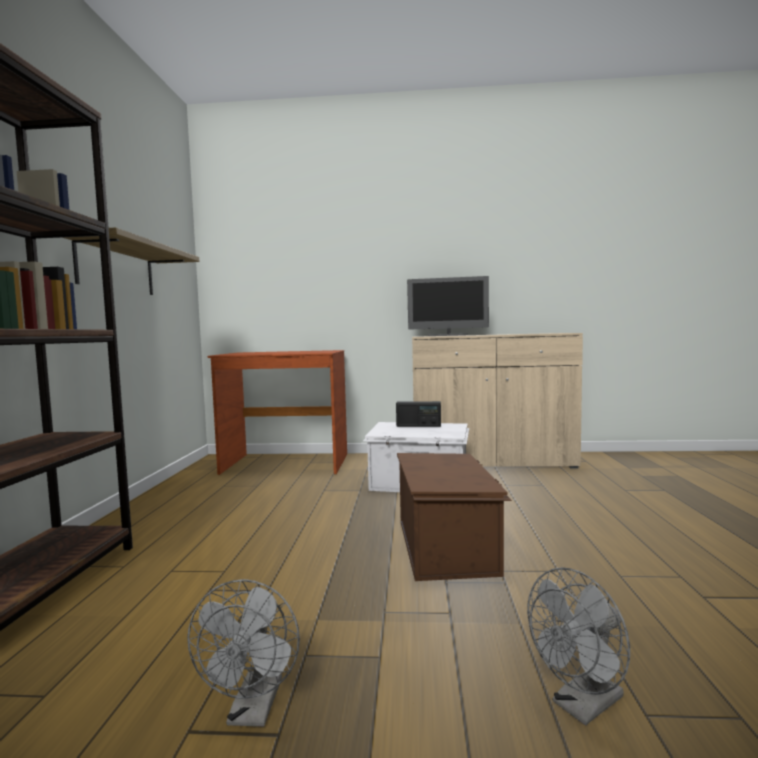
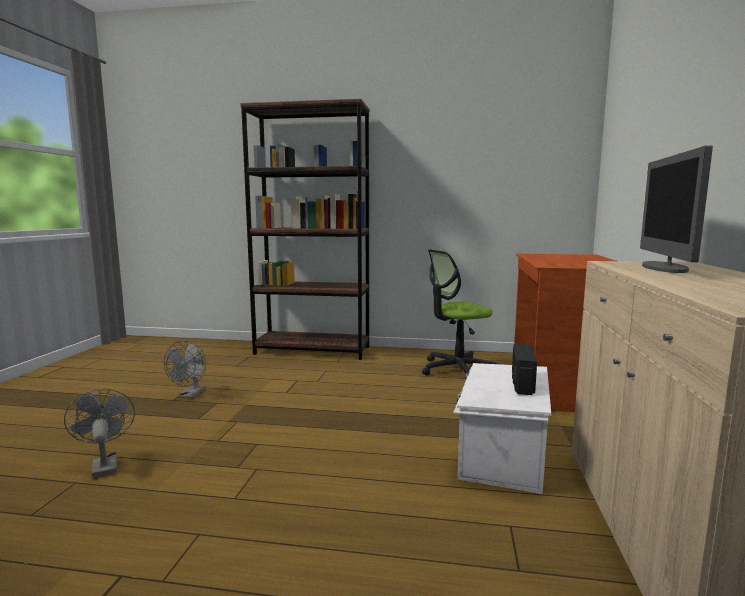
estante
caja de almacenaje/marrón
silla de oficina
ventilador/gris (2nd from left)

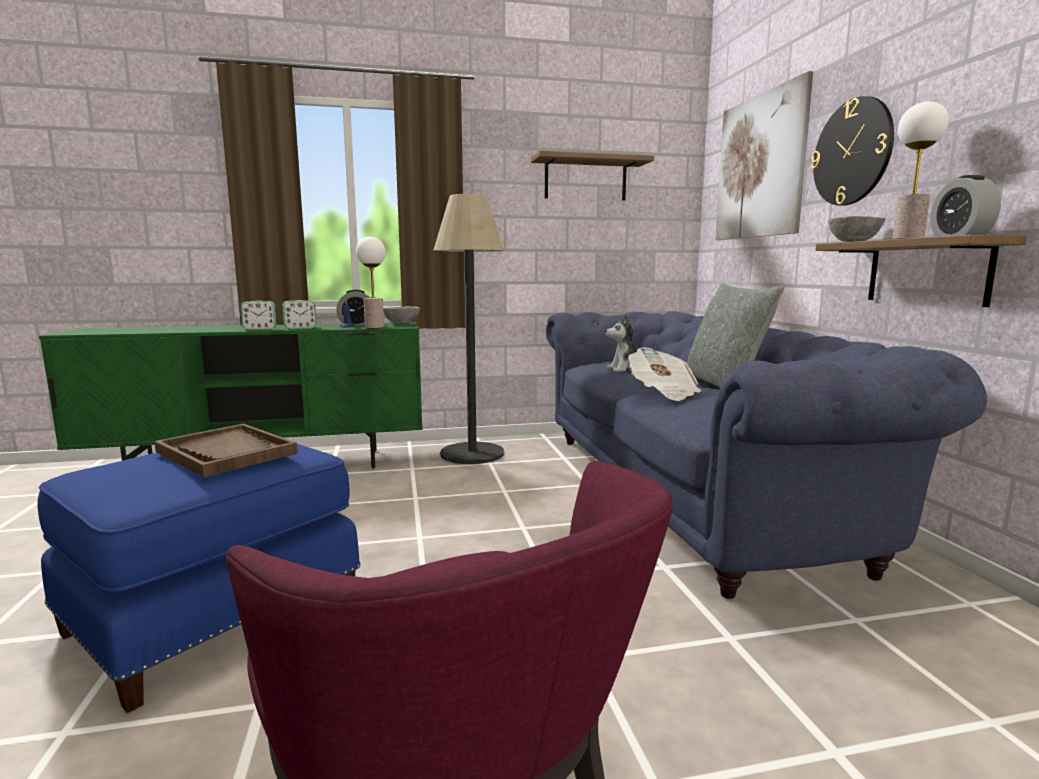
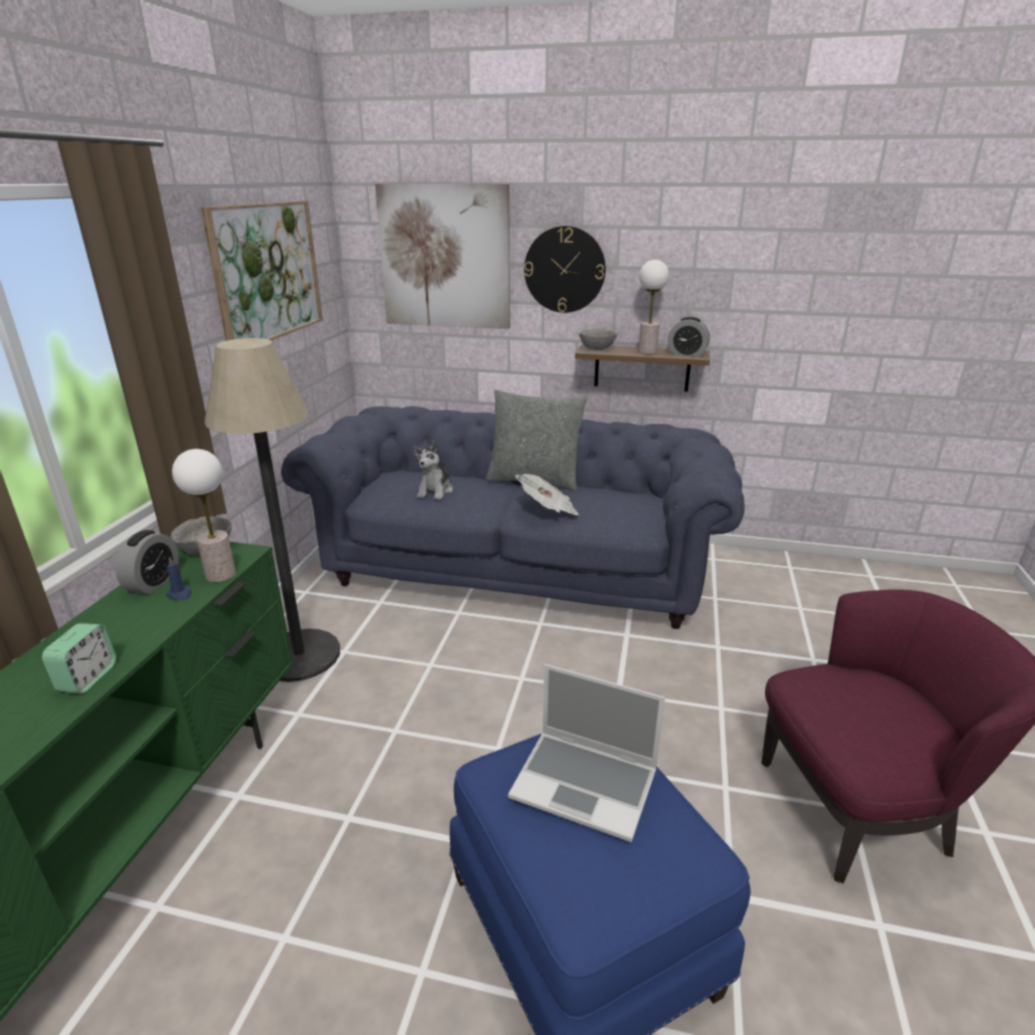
despertador (2nd from left in the first image)
portátil
cuadro (1st from left)

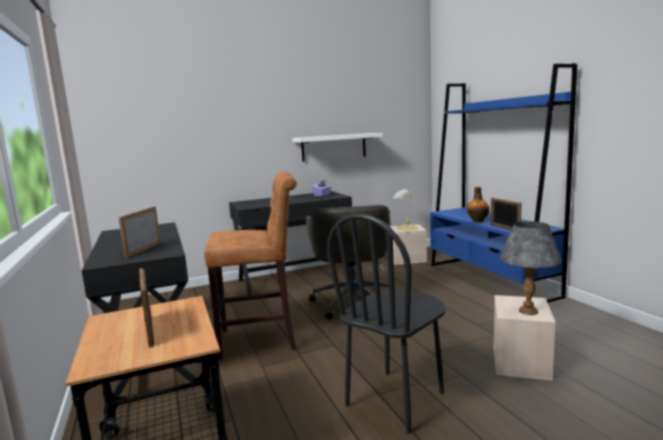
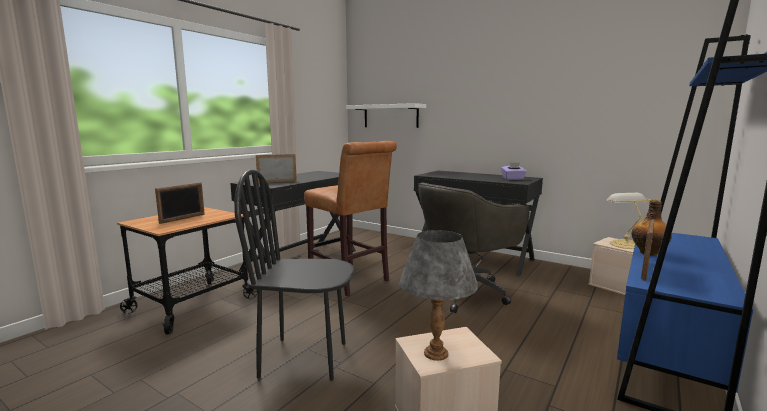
estante/blanco

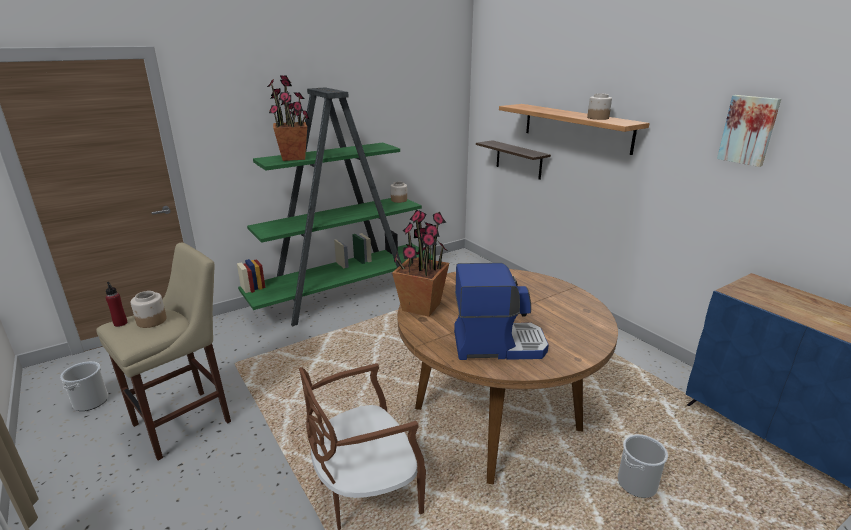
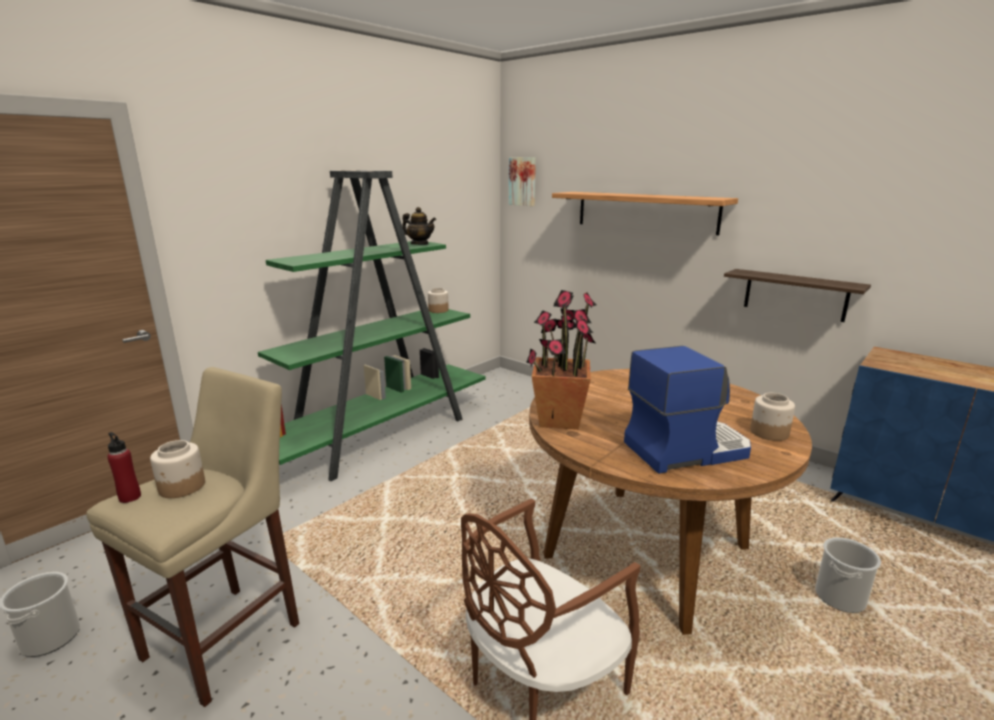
planta en maceta (1st from left in the first image)
tetera
estante (2nd from left)
tarro (3rd from left)
cuadro

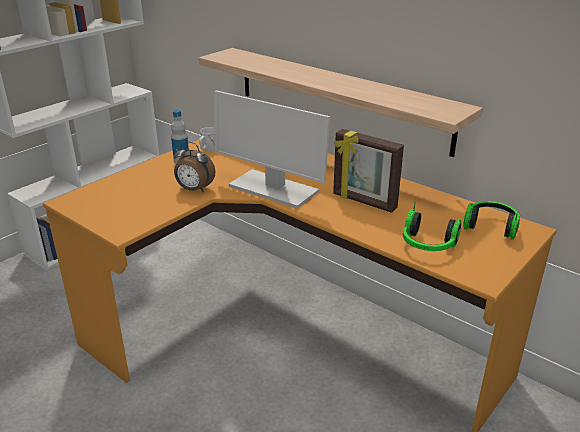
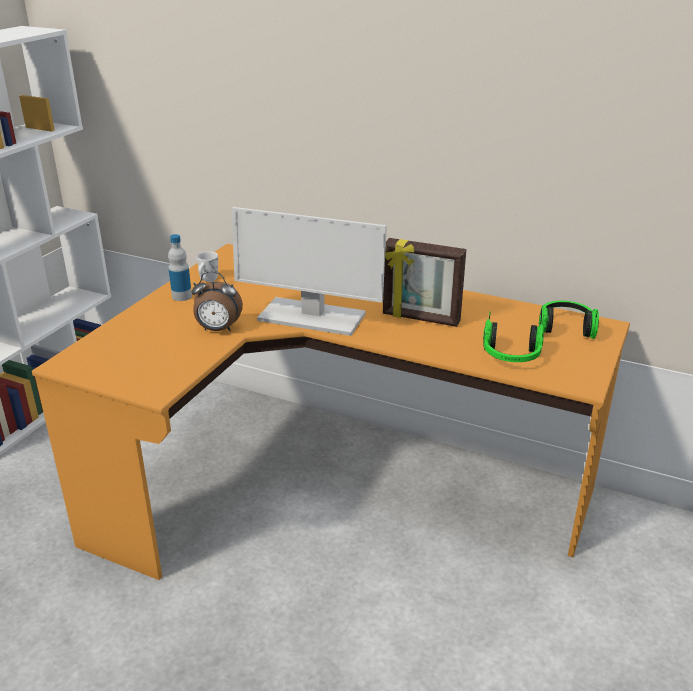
estante

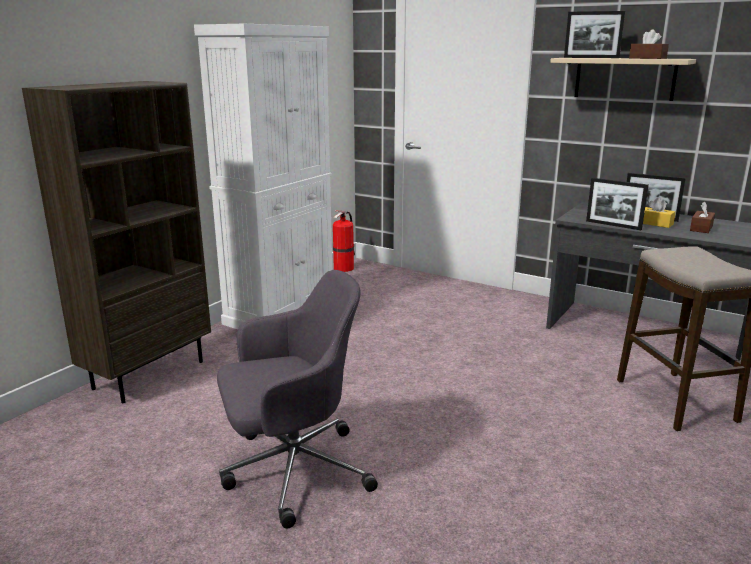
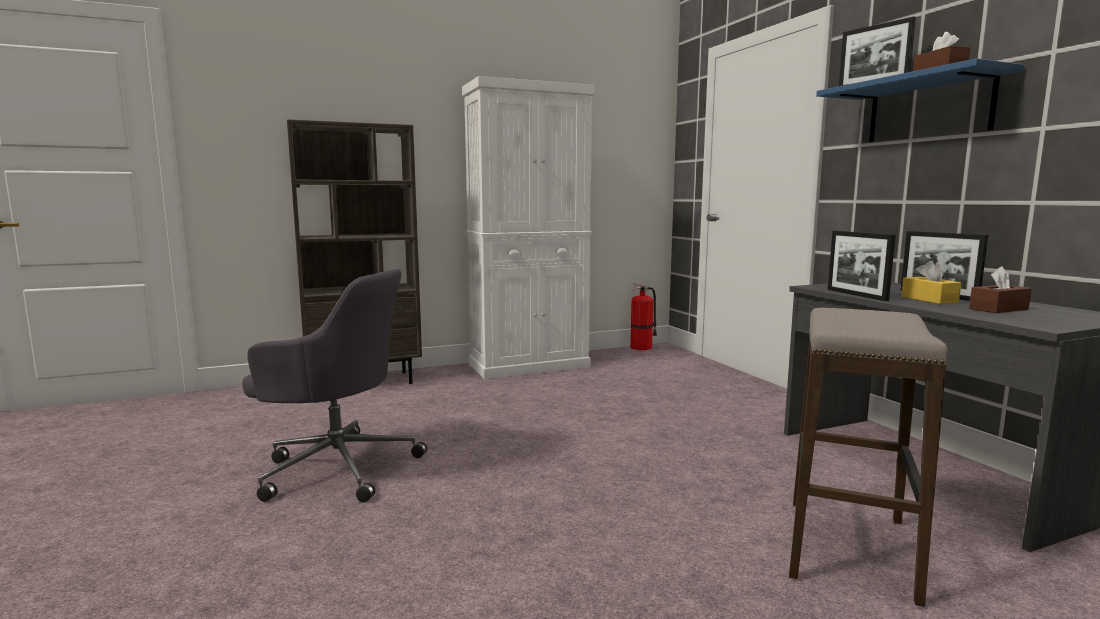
estante/azul

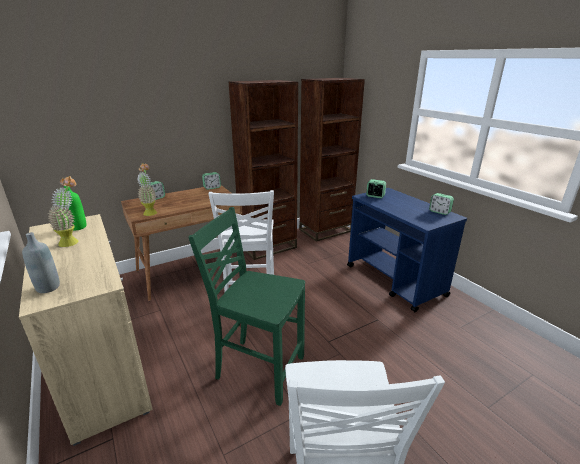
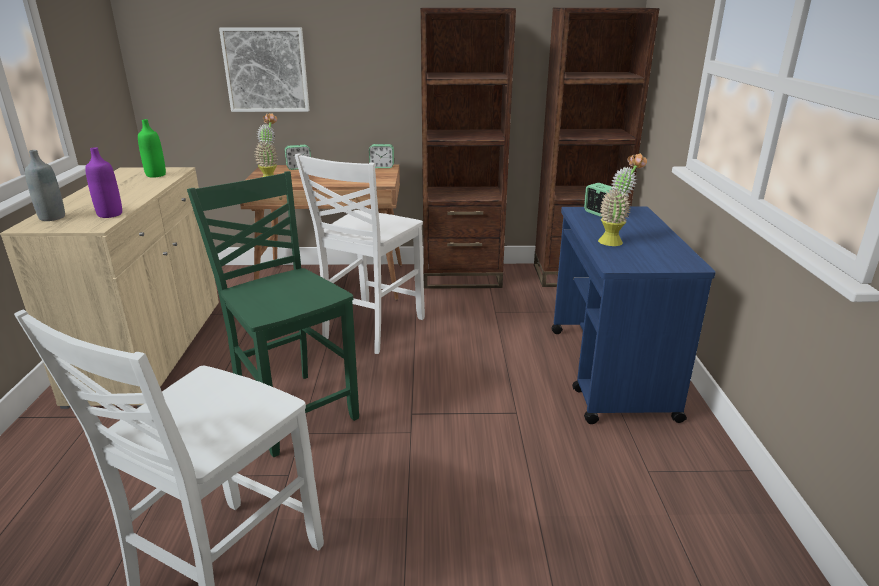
despertador (4th from left in the first image)
botella/morado
cuadro
planta en maceta (2nd from left)

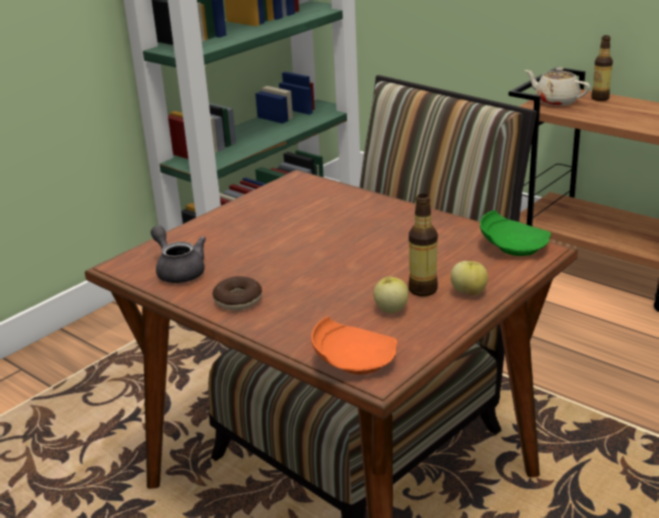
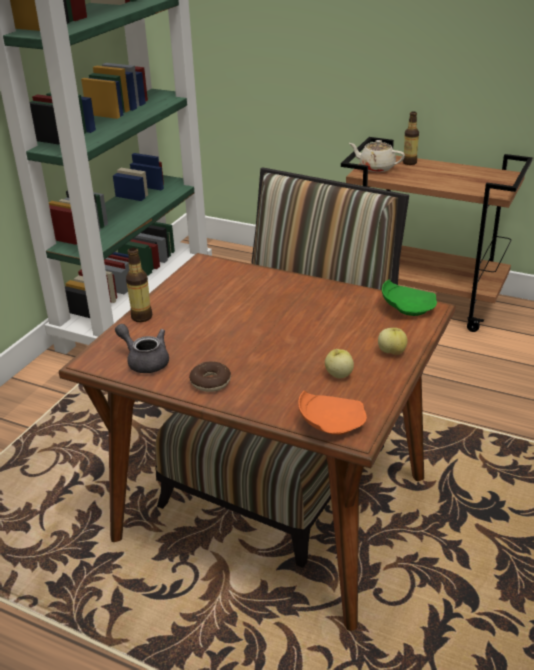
botella (1st from left)

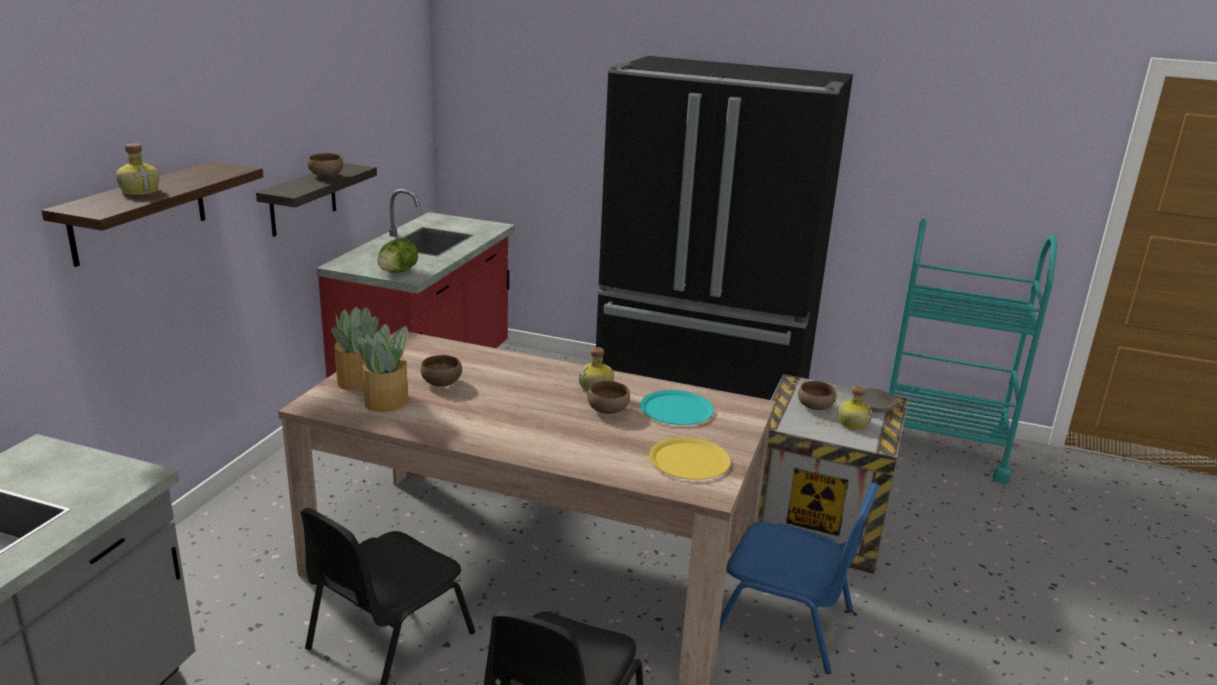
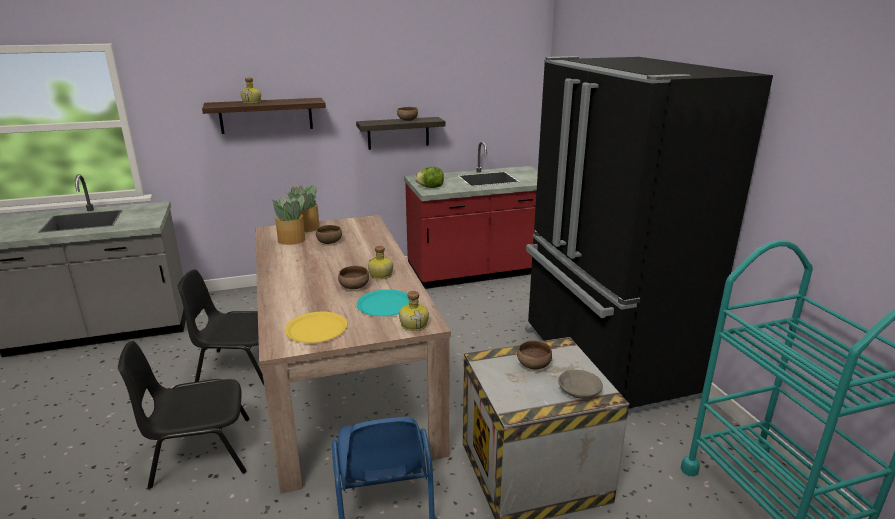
botella (3rd from left)

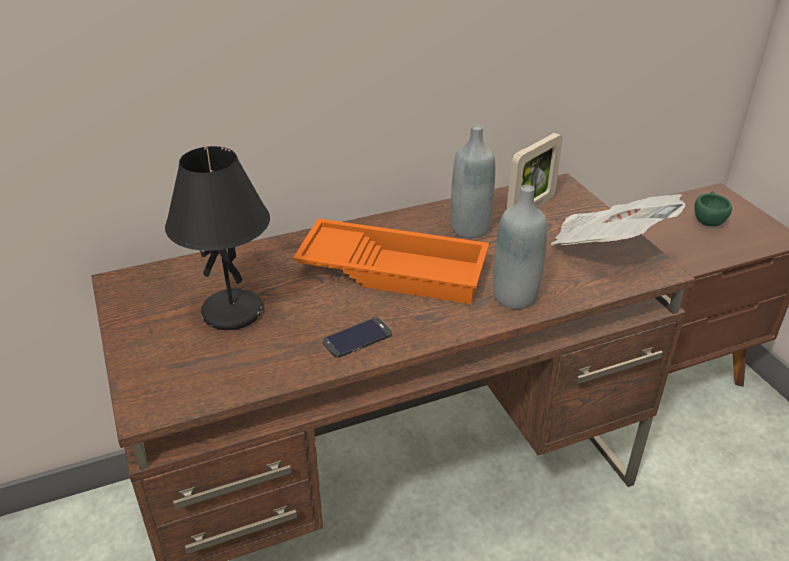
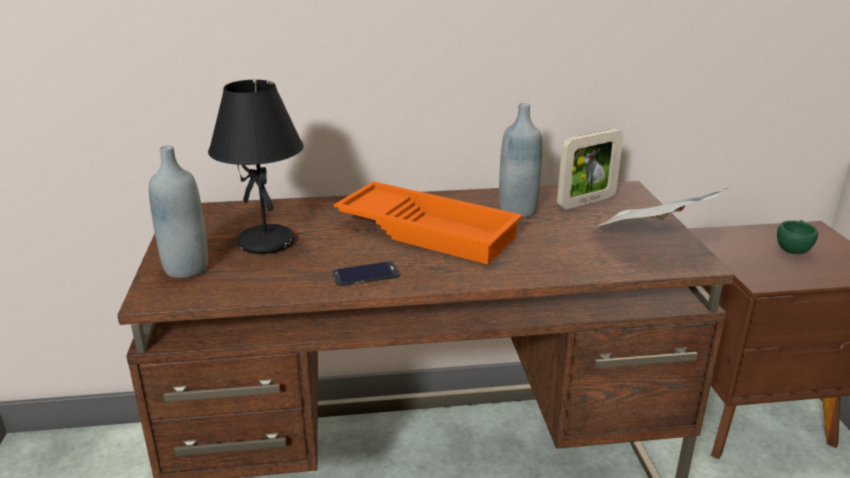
botella/gris (1st from left)

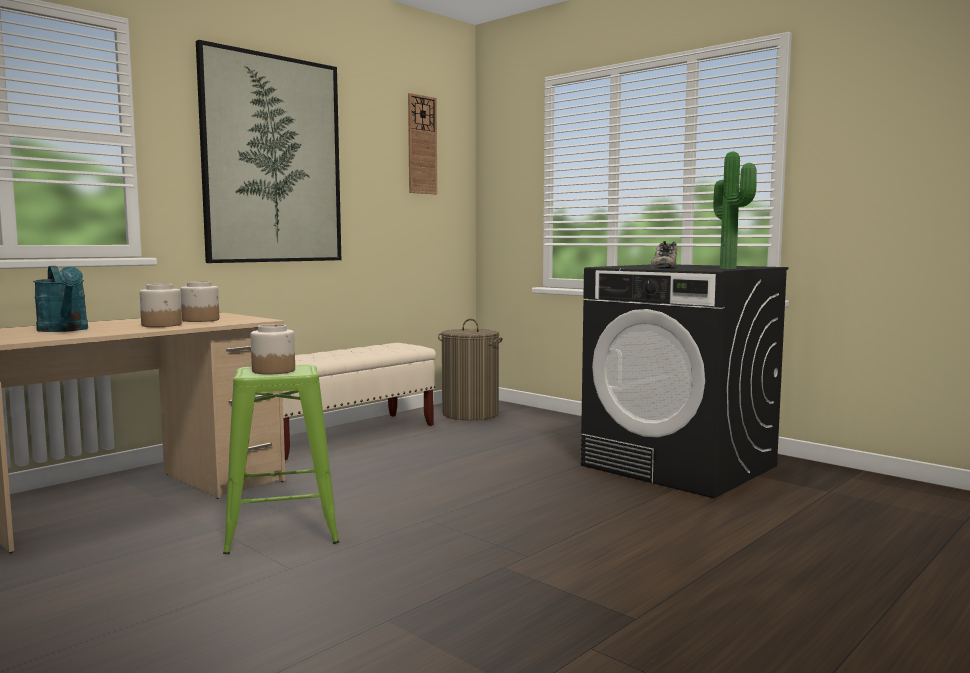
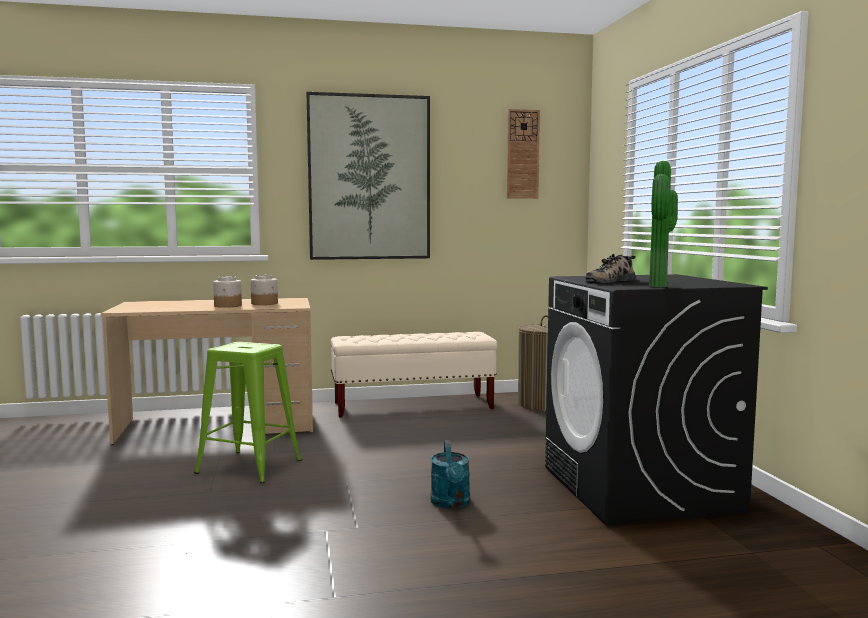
tarro (3rd from left in the first image)
regadera/turquesa

